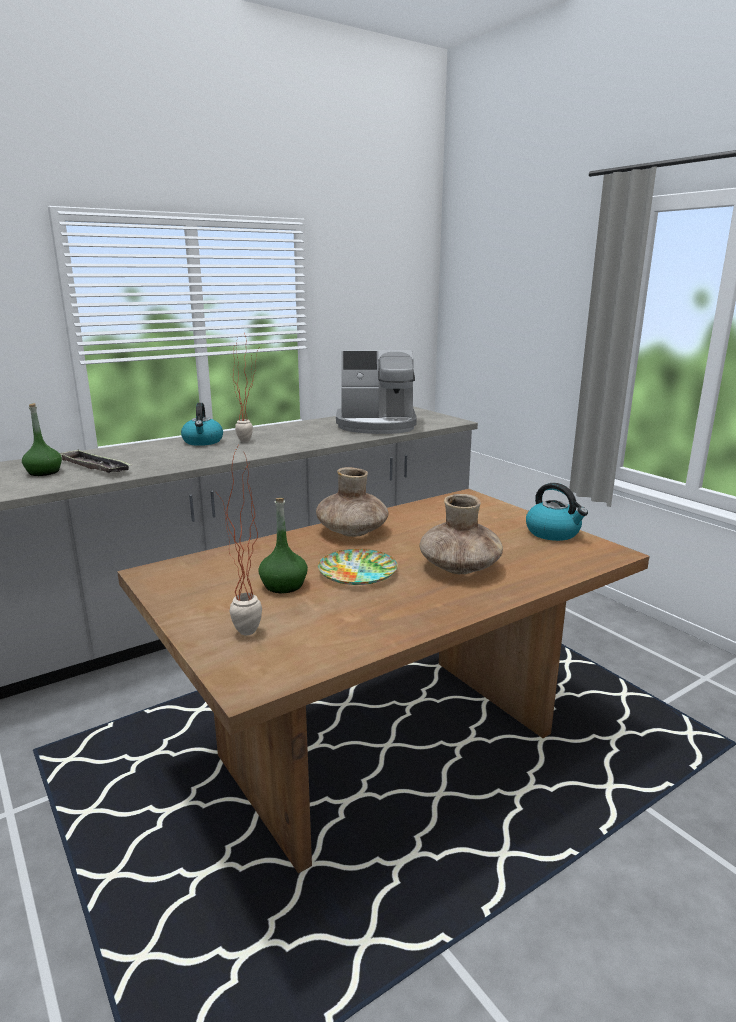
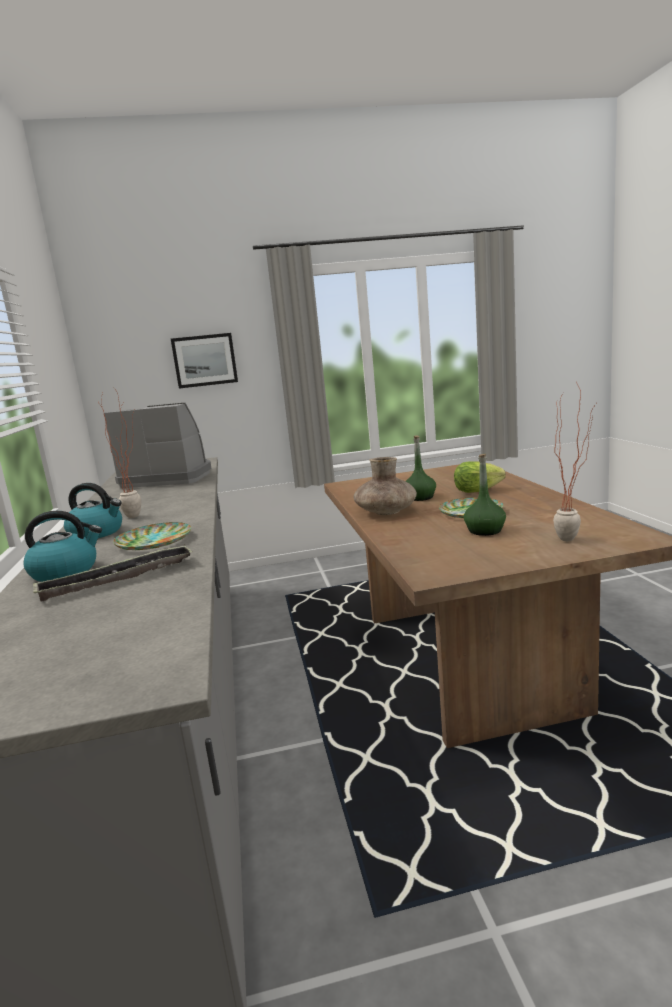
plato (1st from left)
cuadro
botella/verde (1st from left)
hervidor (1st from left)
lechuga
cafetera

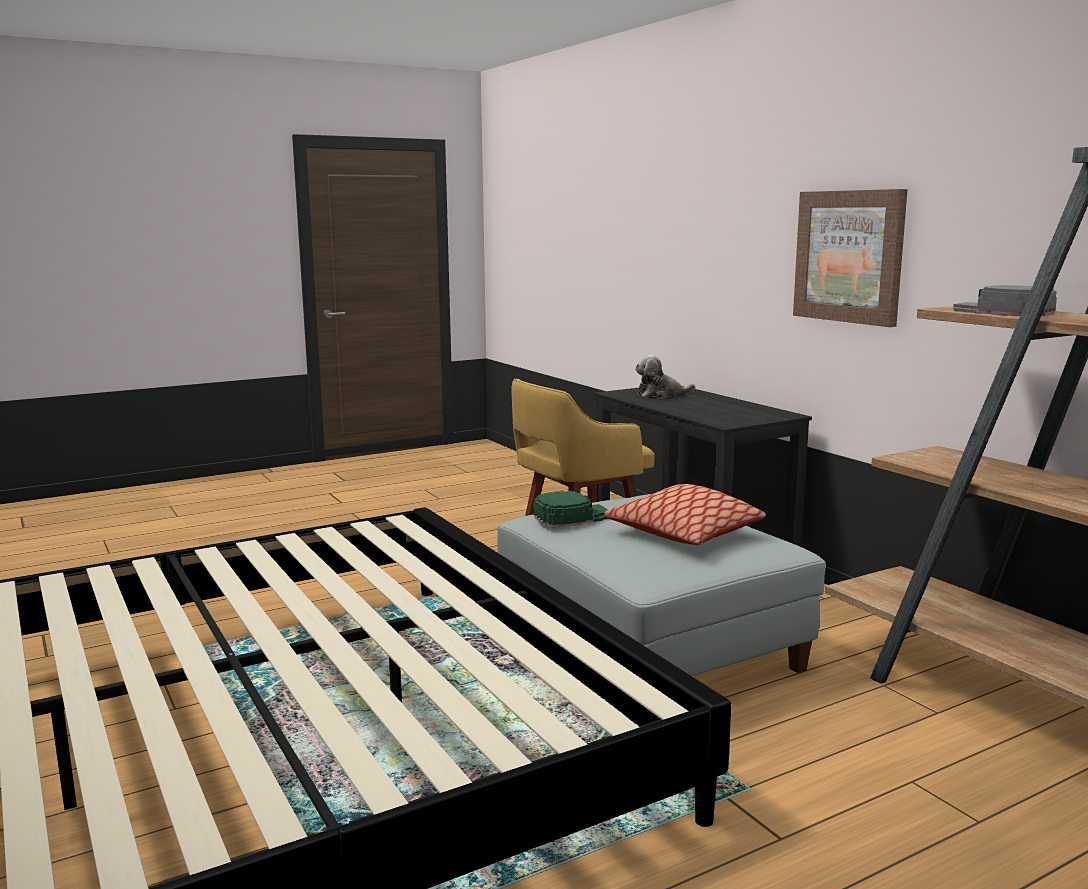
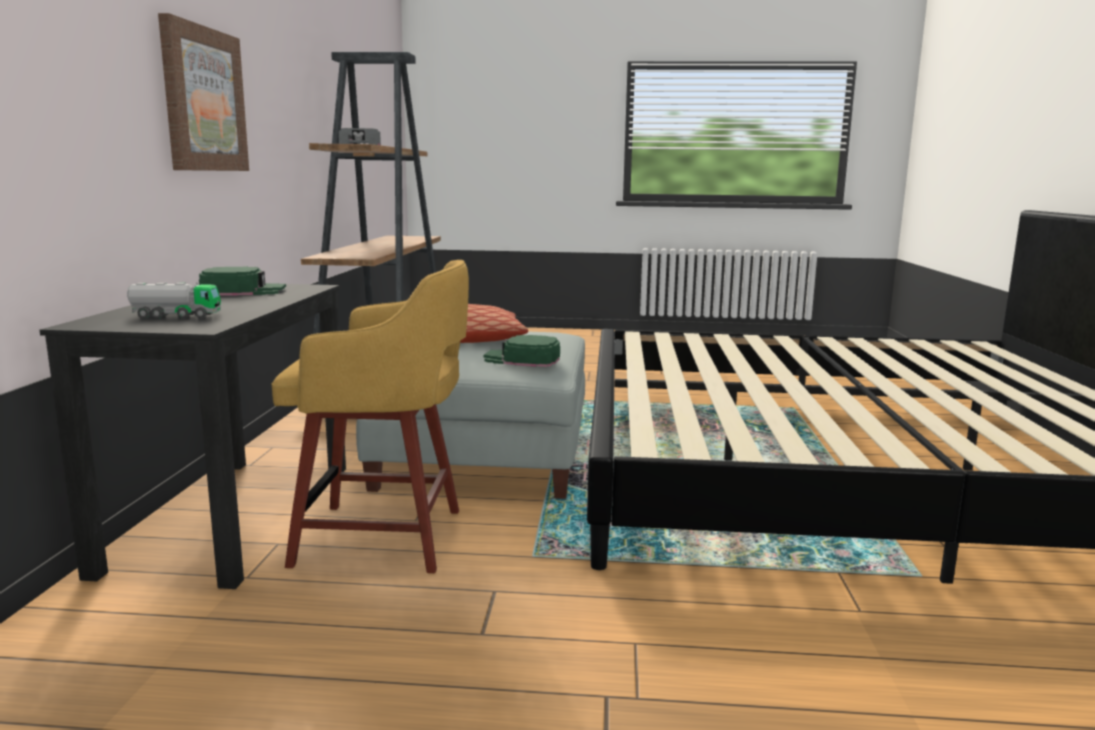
gorra/verde (1st from left)
camión de juguete

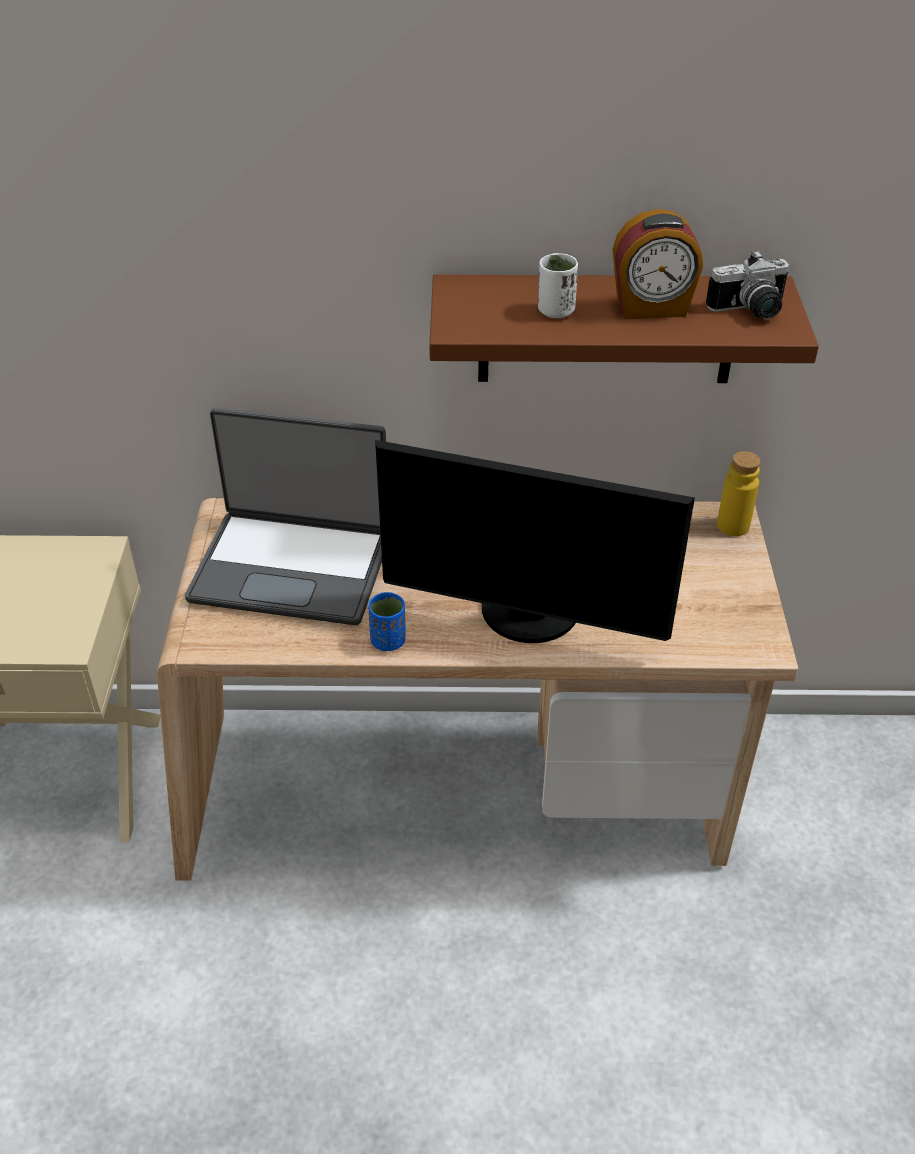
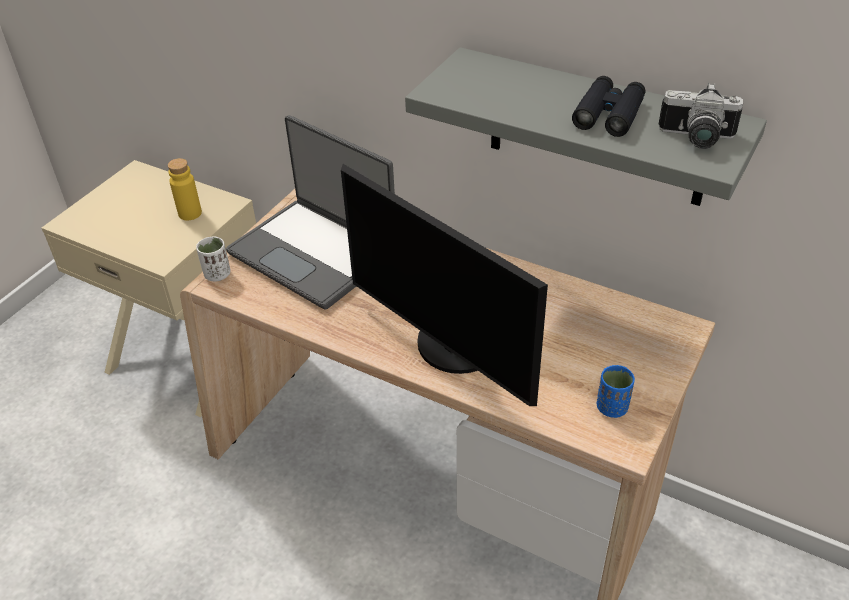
taza/azul
taza/blanco
botella/amarillo
prismáticos/negro
estante/gris

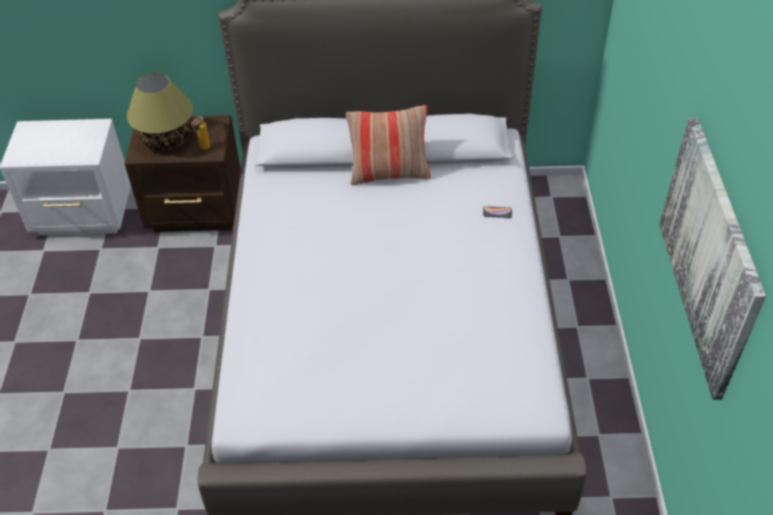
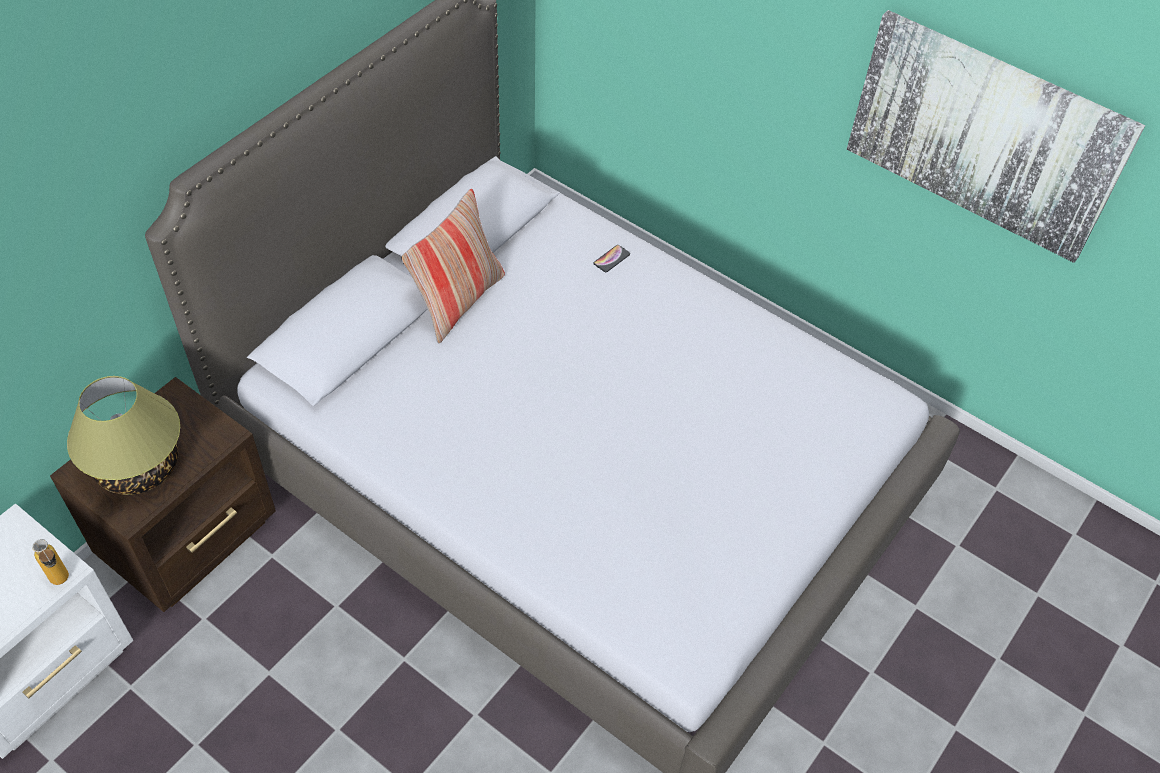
botella

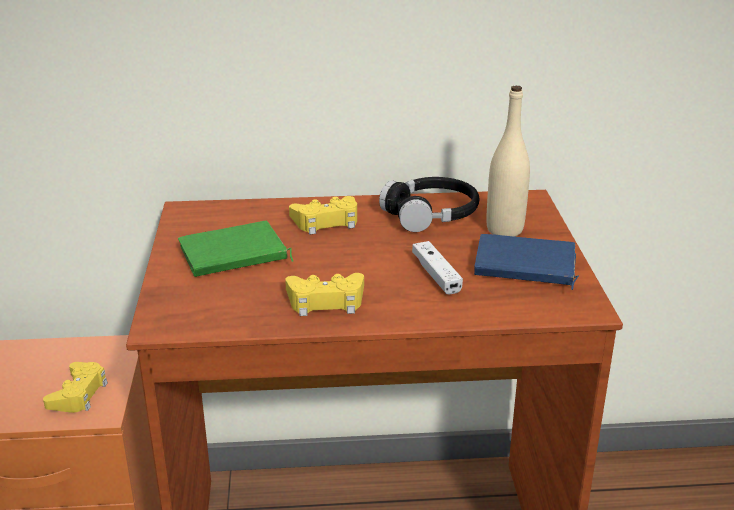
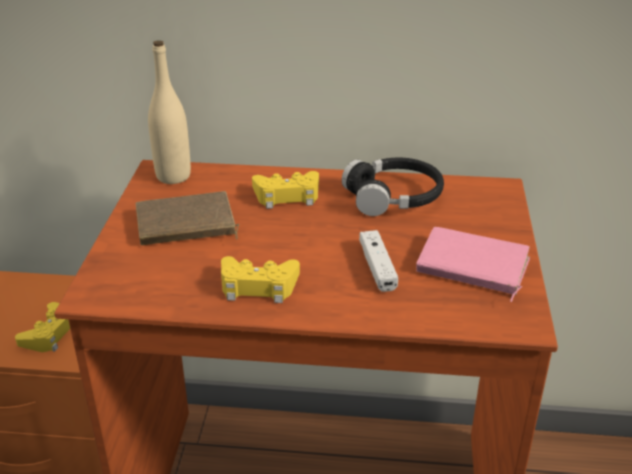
botella/beis
libro/marrón
libro/rosa

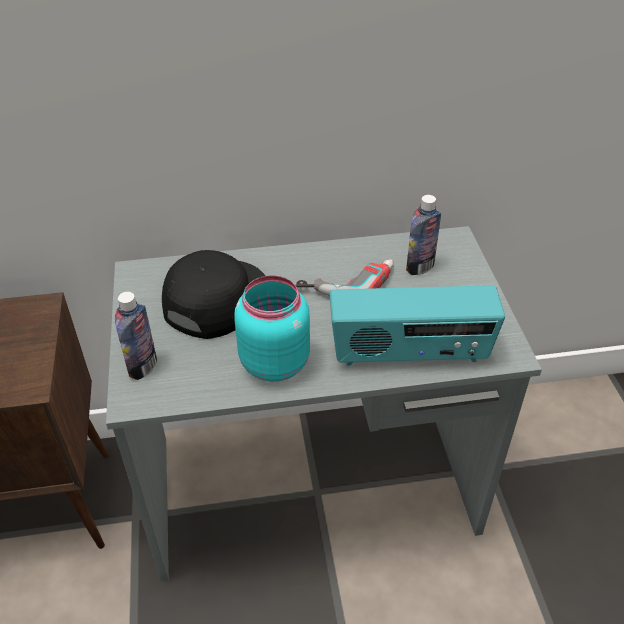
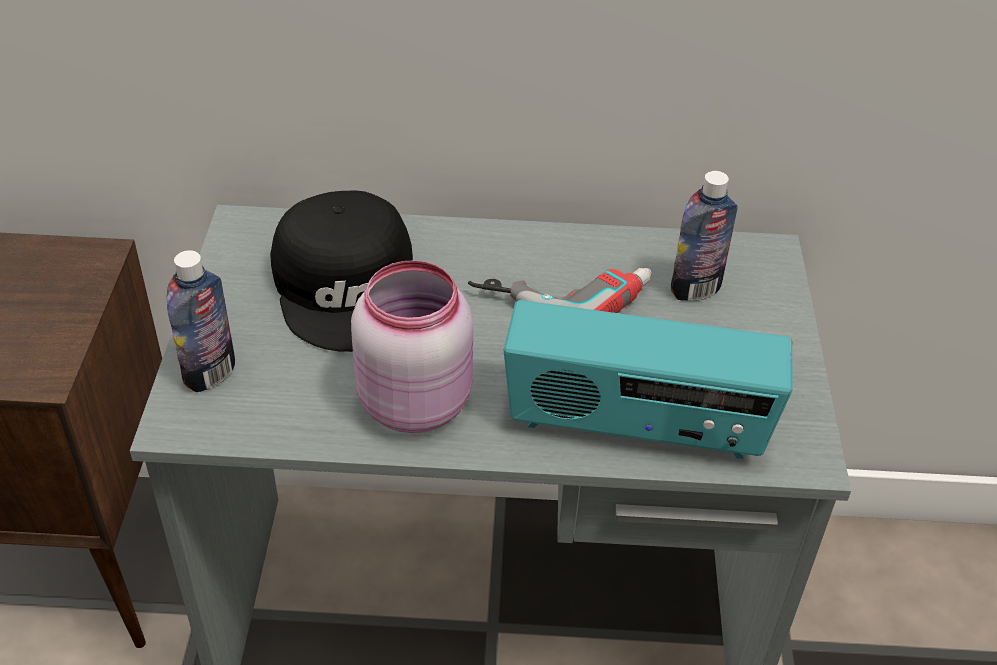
tarro/rosa
gorra/negro

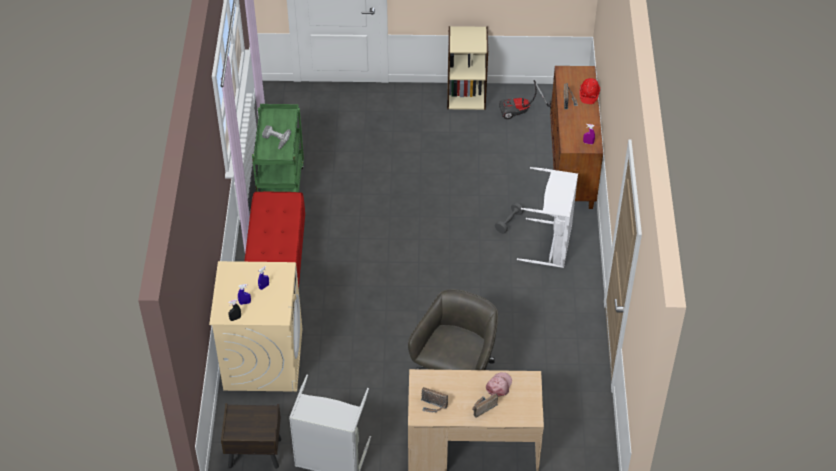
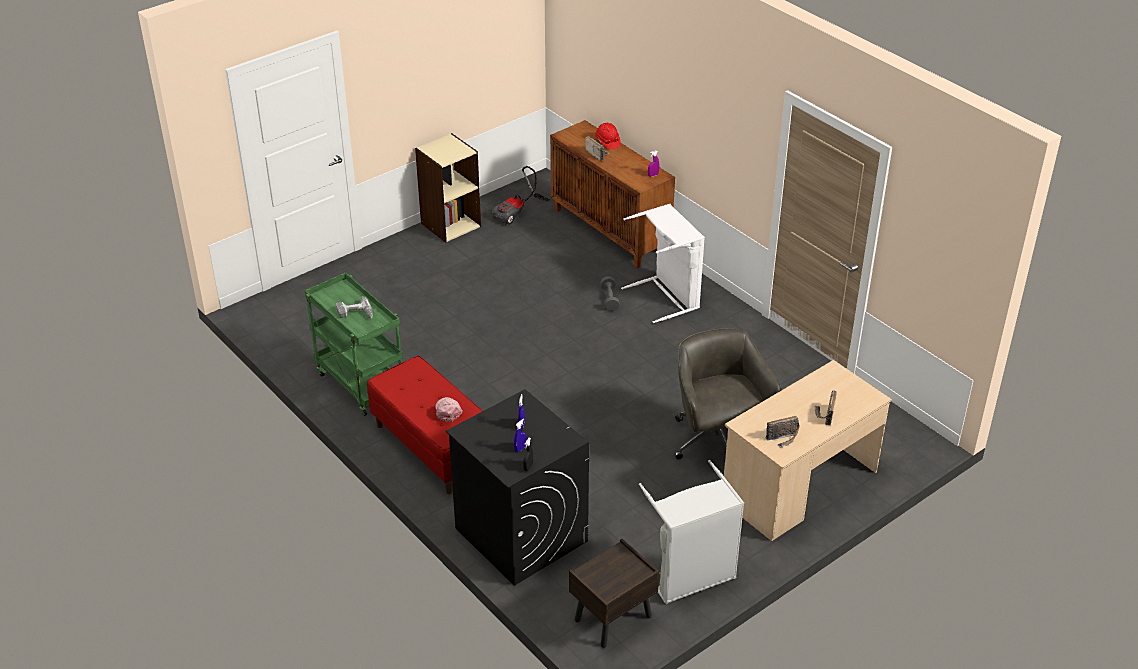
gorra/rosa
lavadora/negro

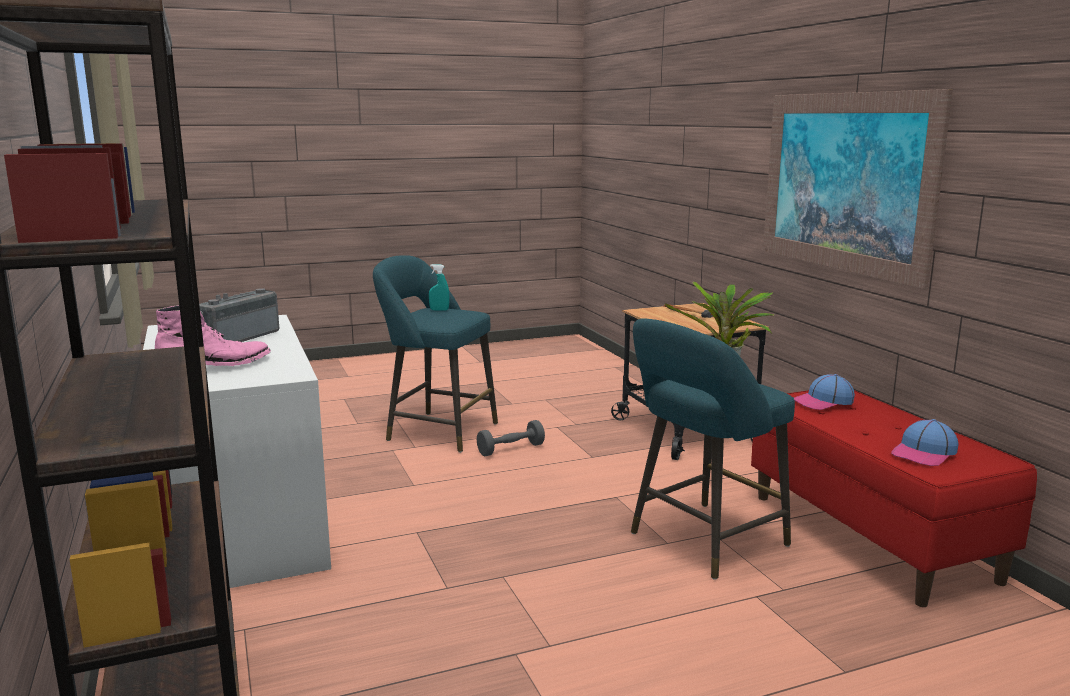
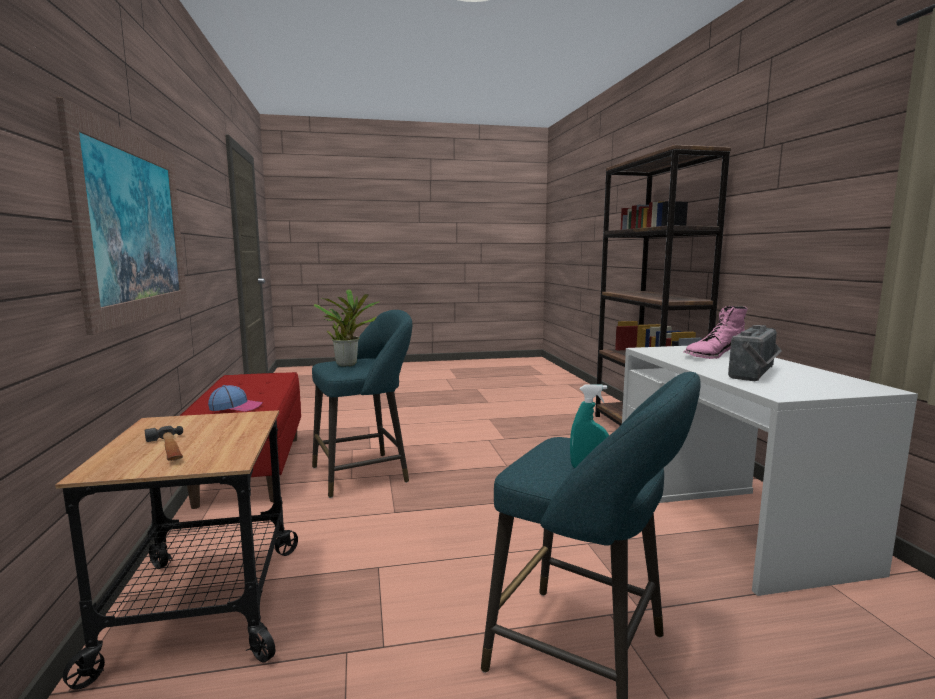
mancuerna/gris
gorra (2nd from left in the first image)

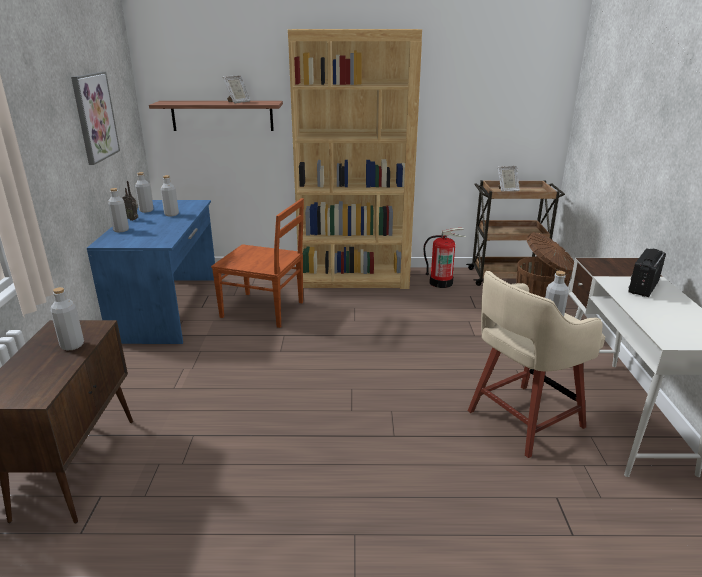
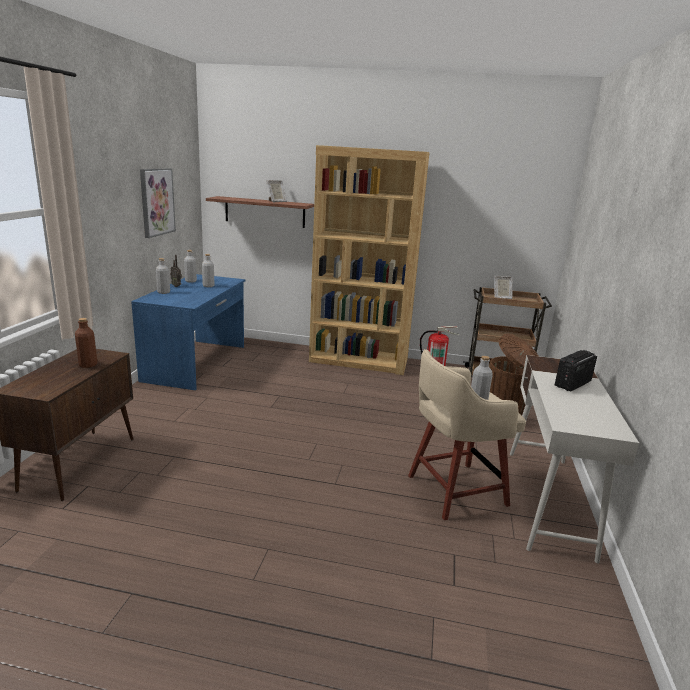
silla/marrón
botella/marrón

